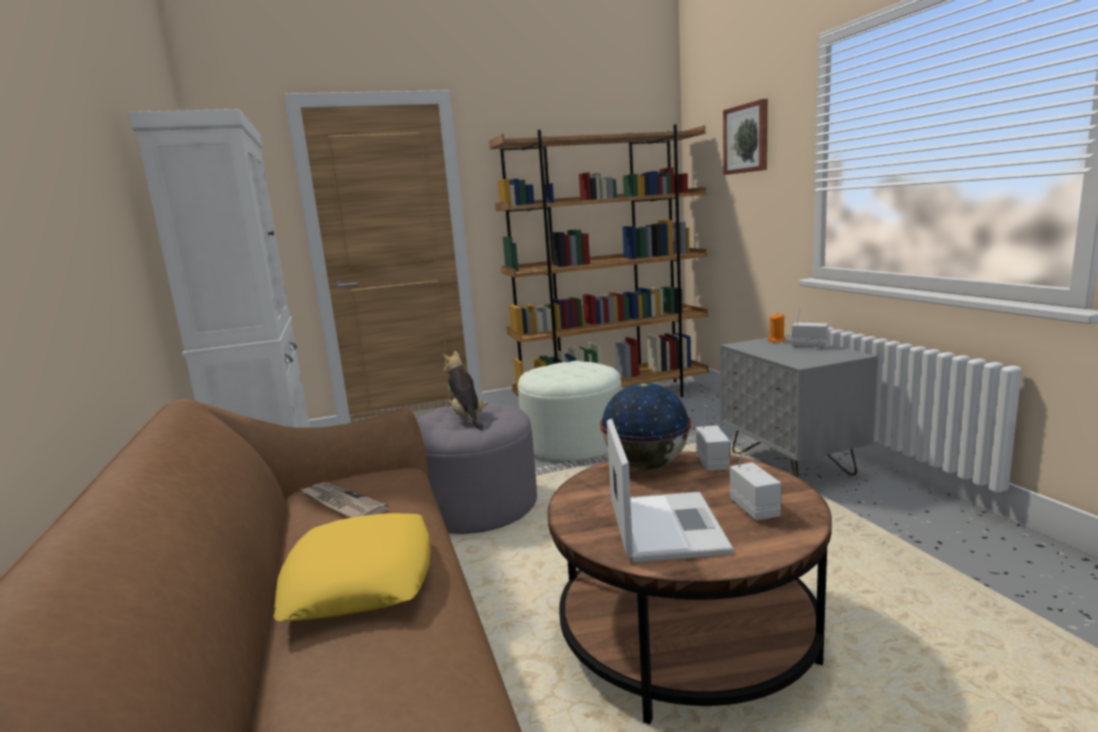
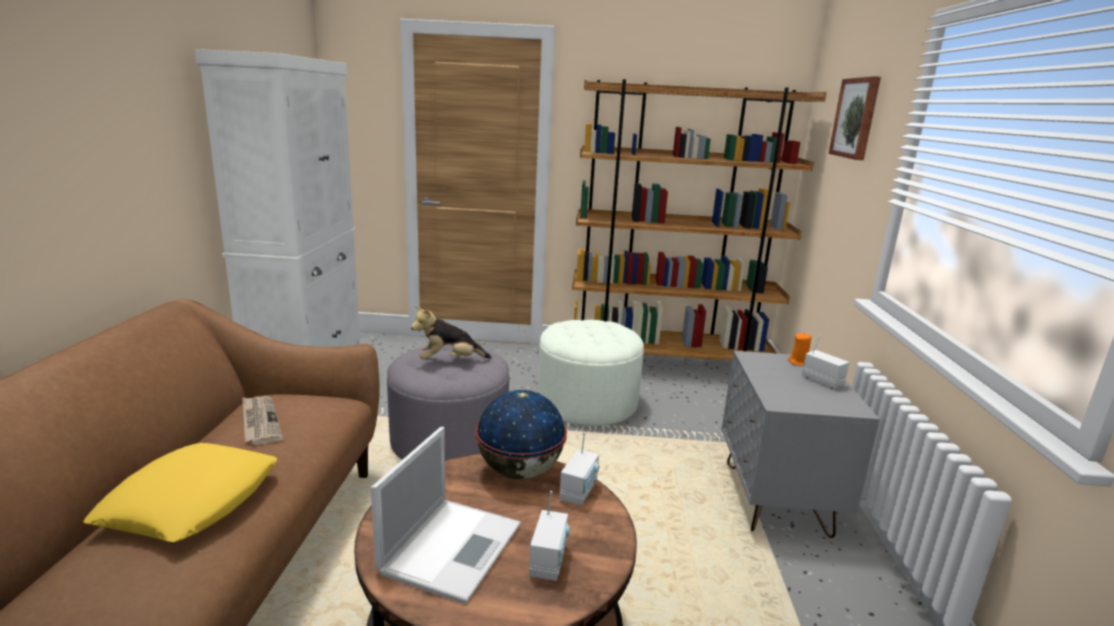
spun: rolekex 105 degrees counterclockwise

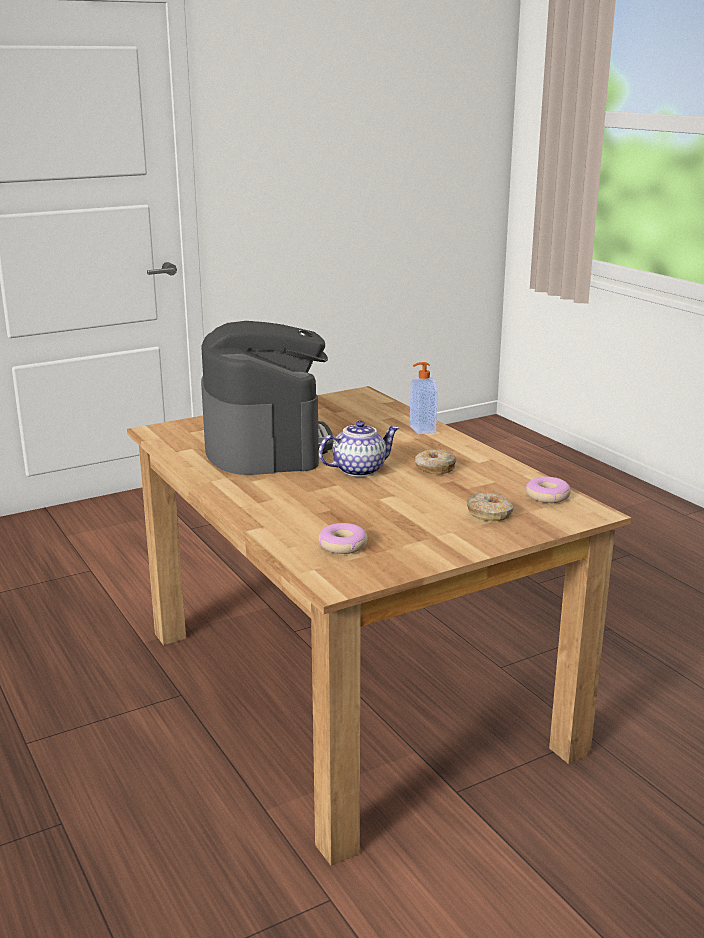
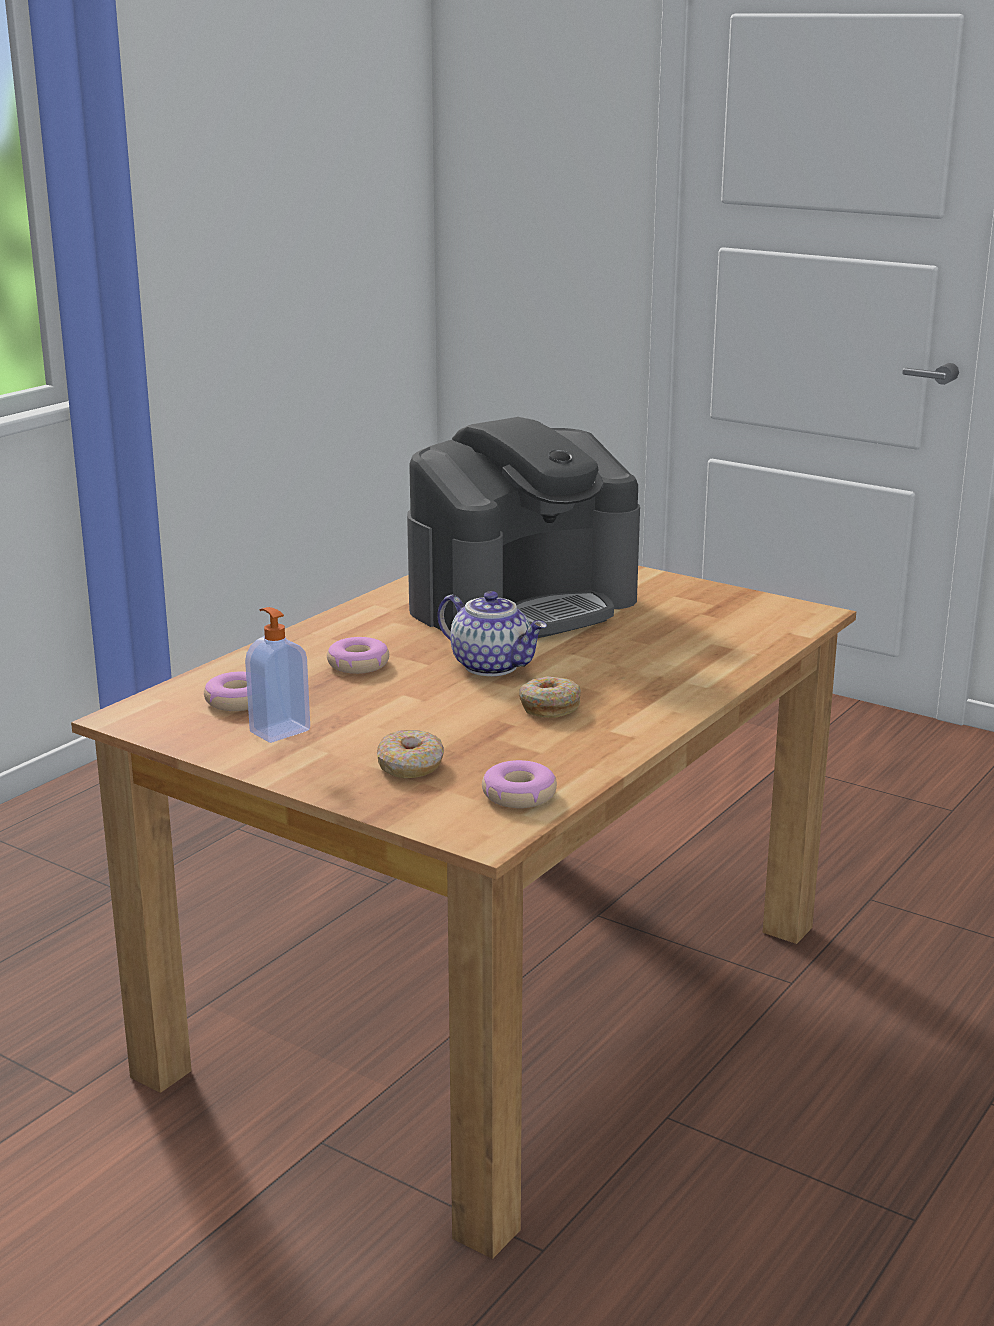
appeared: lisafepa (no. 2 from left)
relocated: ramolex

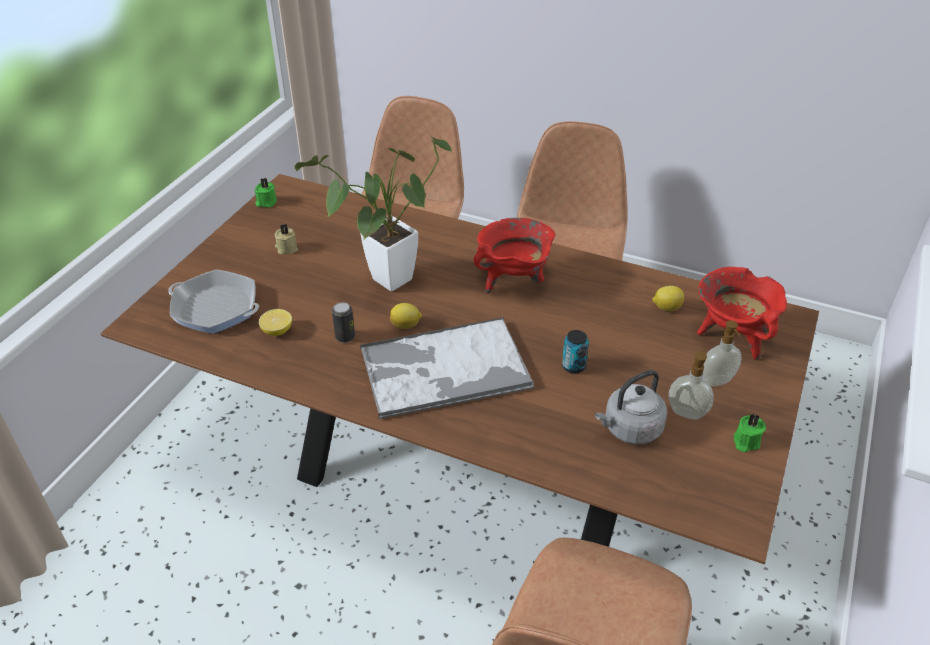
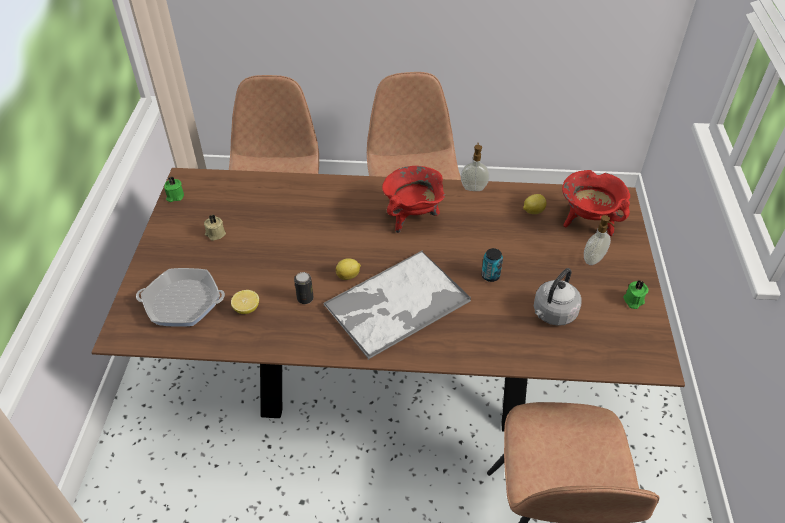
missing: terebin
relocated: ramolex (no. 1 from left)

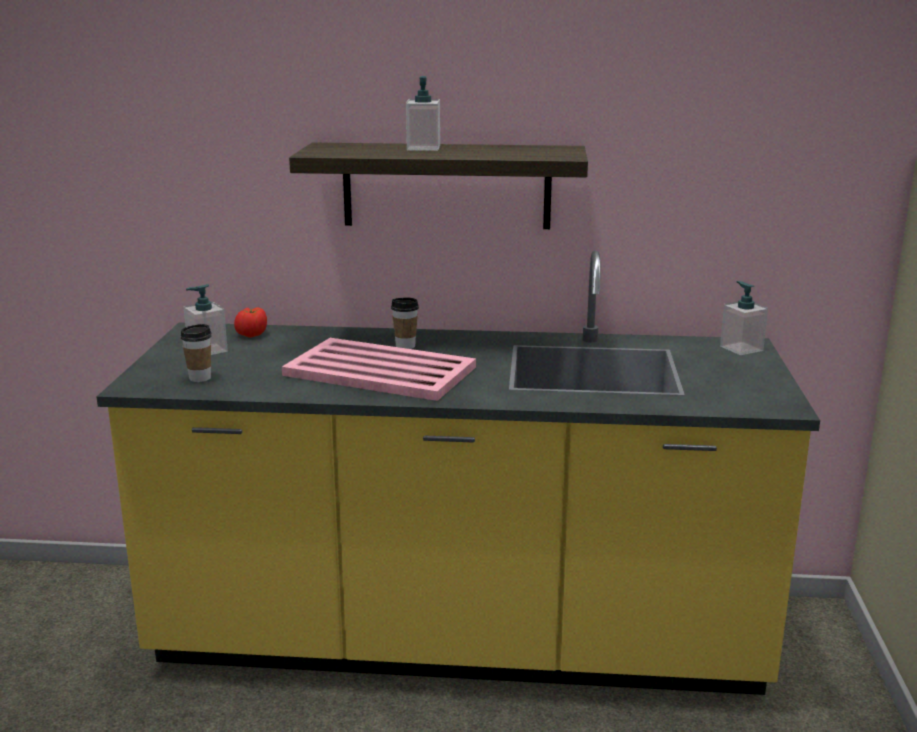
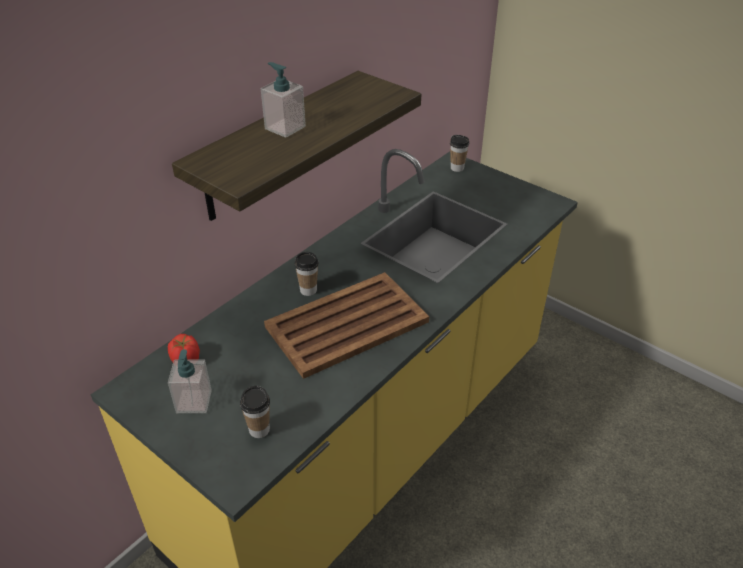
exchanged: ramolex (no. 3 from left) to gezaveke (no. 3 from left)
colour: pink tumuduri to brown tumuduri

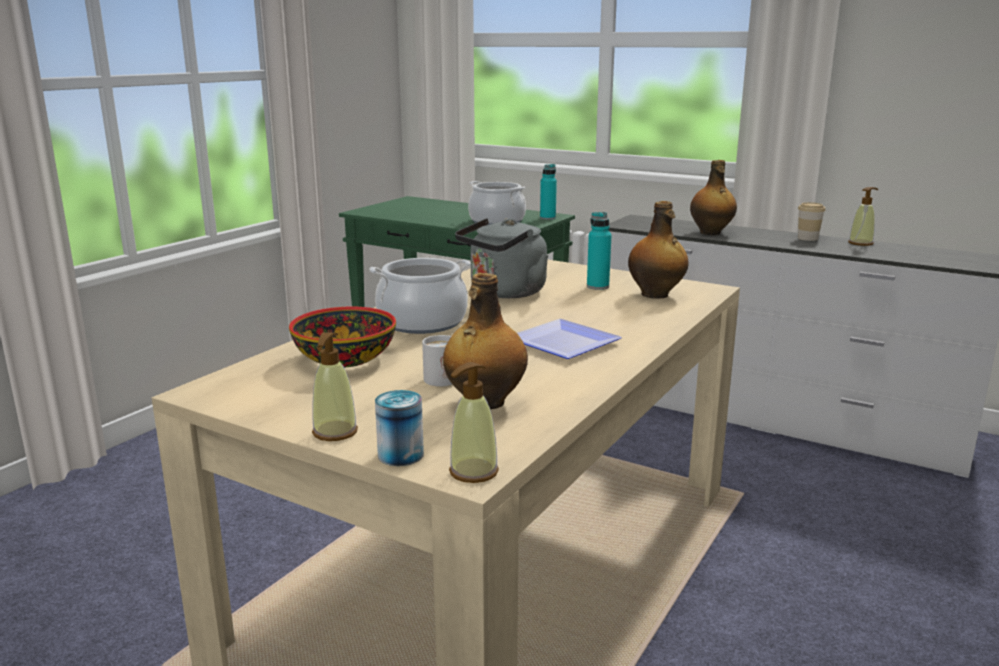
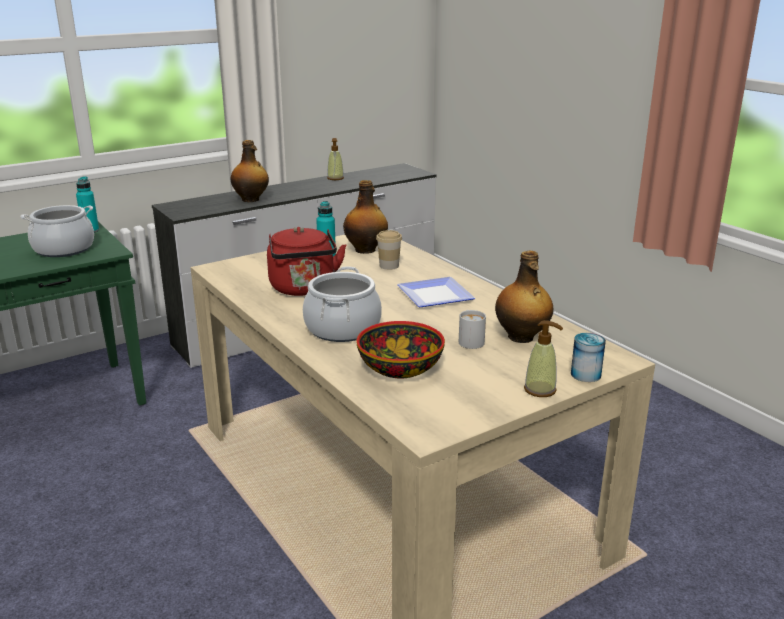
missing: ramolex (no. 2 from left)
relocated: gezaveke
colour: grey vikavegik to red vikavegik

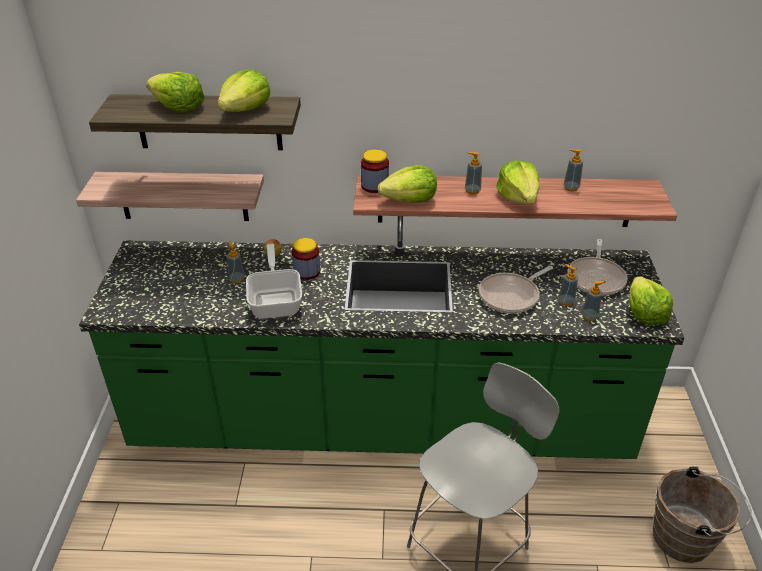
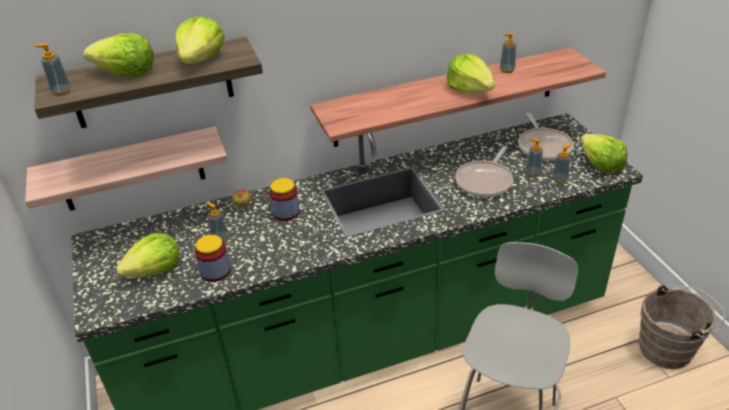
missing: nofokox (no. 1 from left)
relocated: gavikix (no. 2 from left in the first image) to gavikix (no. 1 from left); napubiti (no. 3 from left in the first image) to napubiti (no. 2 from left); ramolex (no. 2 from left in the first image) to ramolex (no. 1 from left)

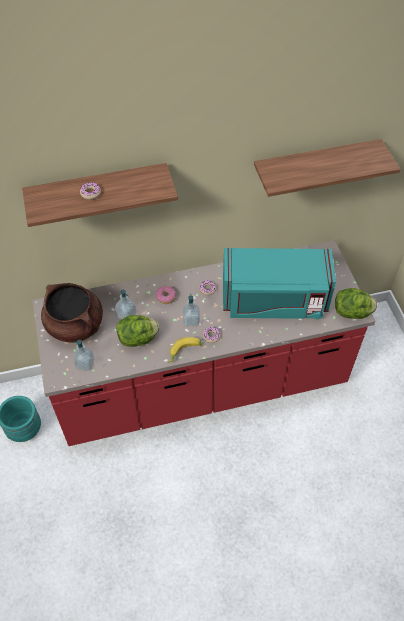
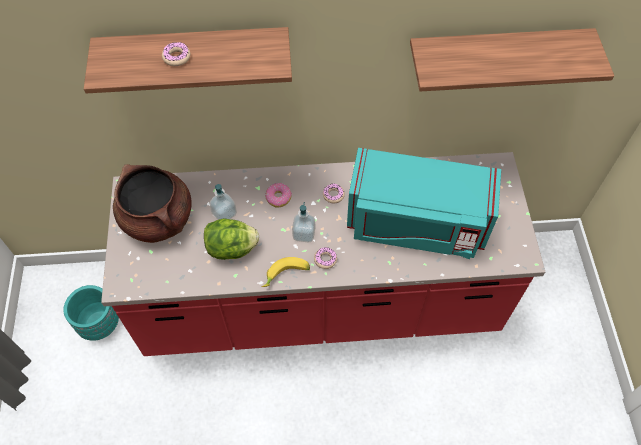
missing: ramolex (no. 1 from left); napubiti (no. 2 from left)

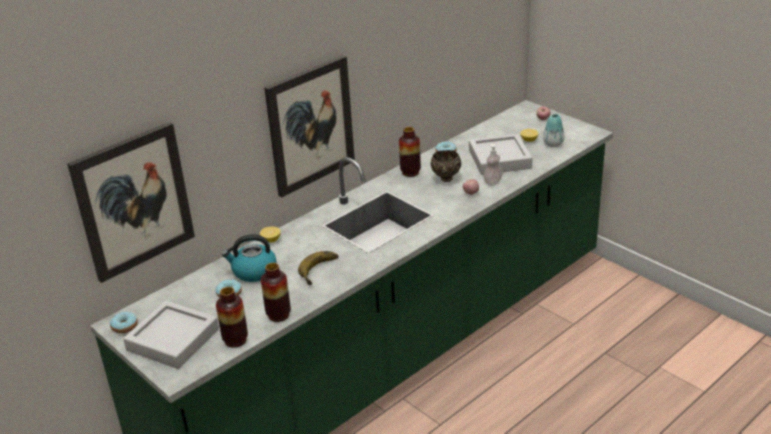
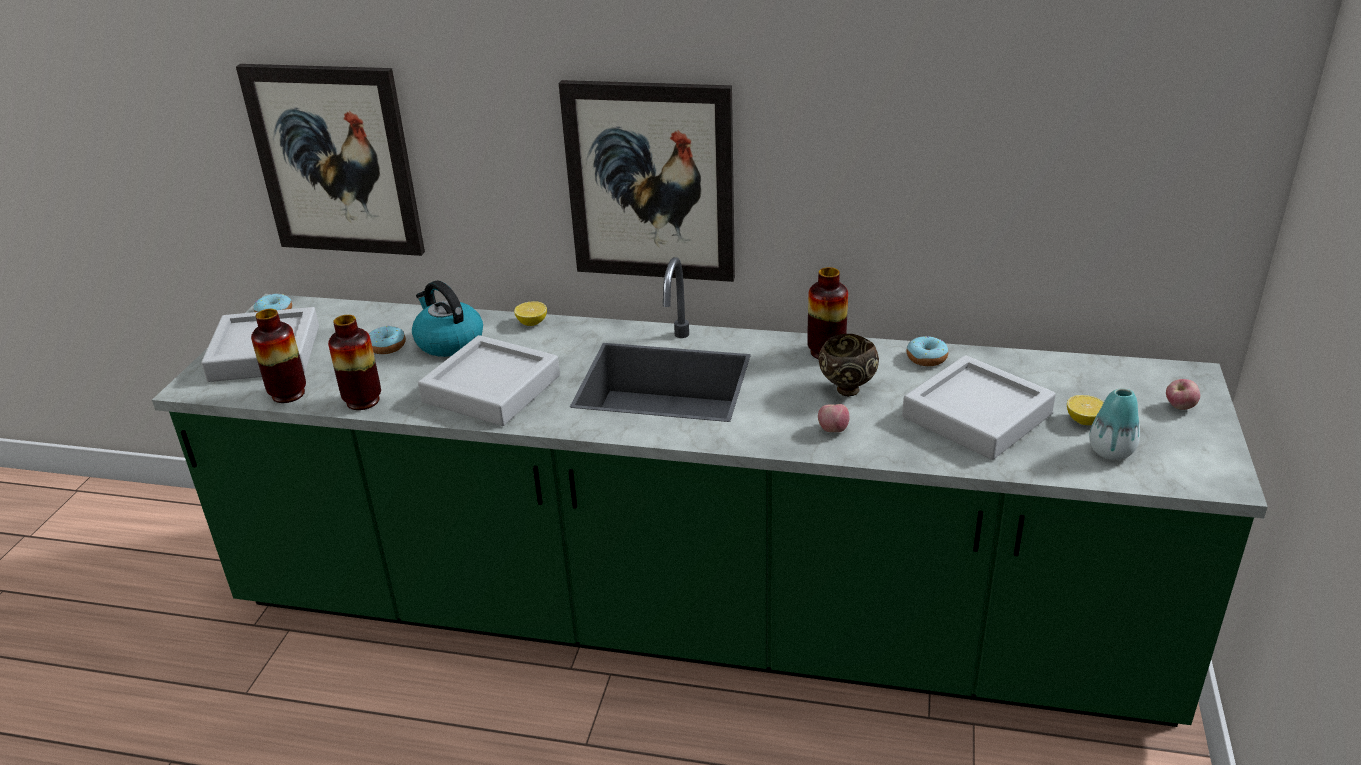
missing: ramolex
exchanged: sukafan to grey tumuduri (no. 2 from left)

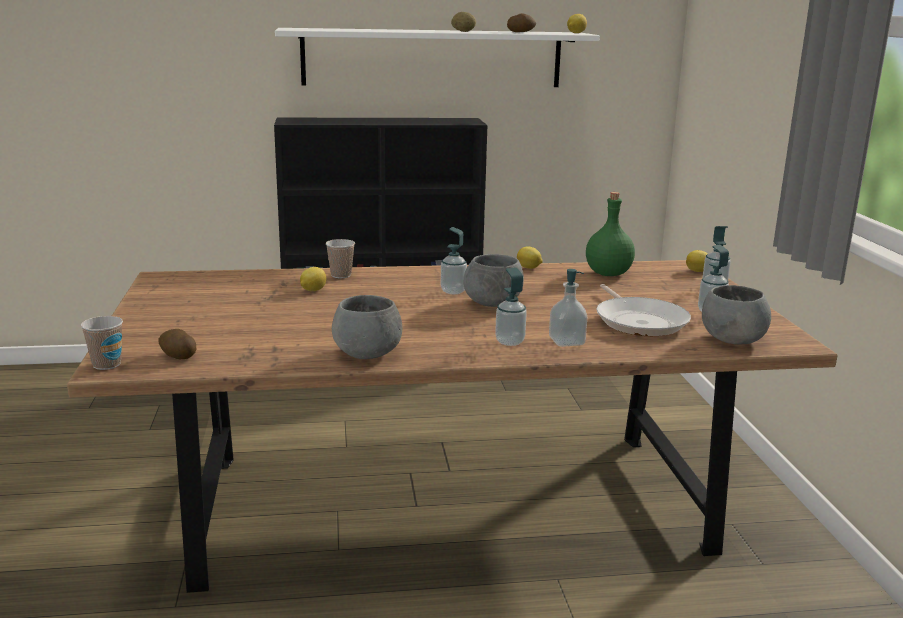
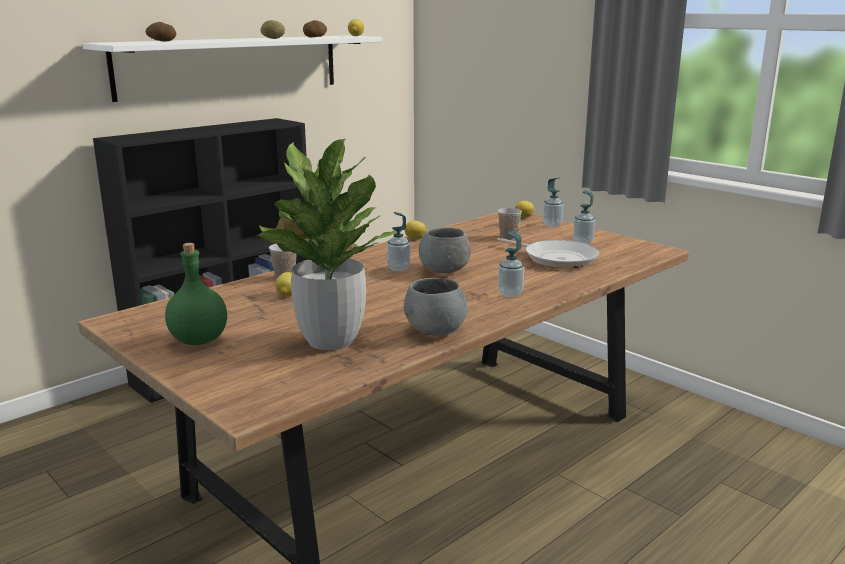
missing: ramolex (no. 3 from left); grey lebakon (no. 3 from left)
appeared: terebin
relocated: gezaveke (no. 1 from left in the first image) to gezaveke (no. 2 from left); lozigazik (no. 1 from left); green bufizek

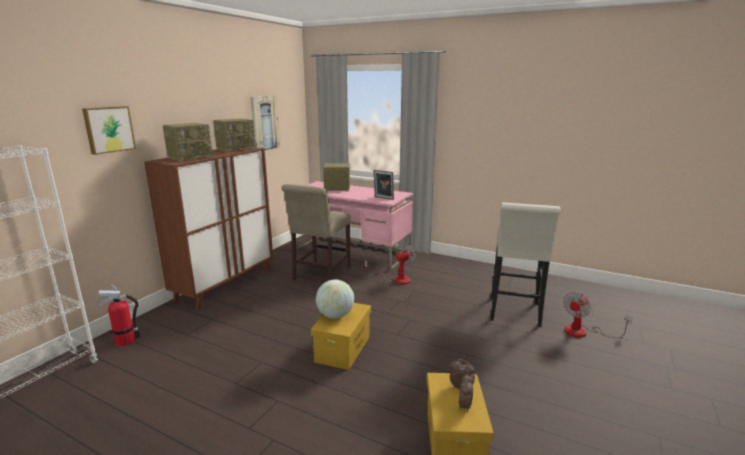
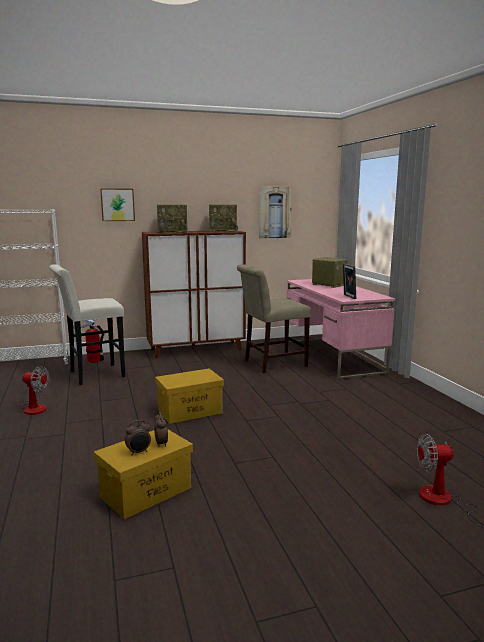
missing: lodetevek
relocated: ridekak (no. 1 from left); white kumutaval

